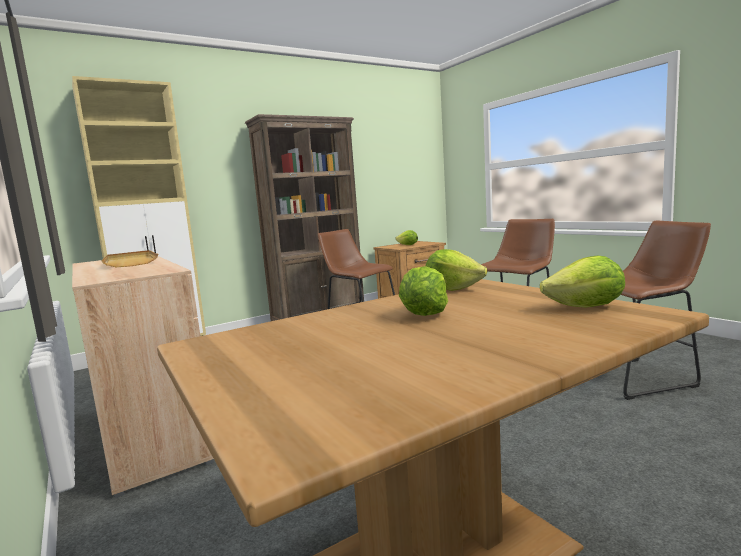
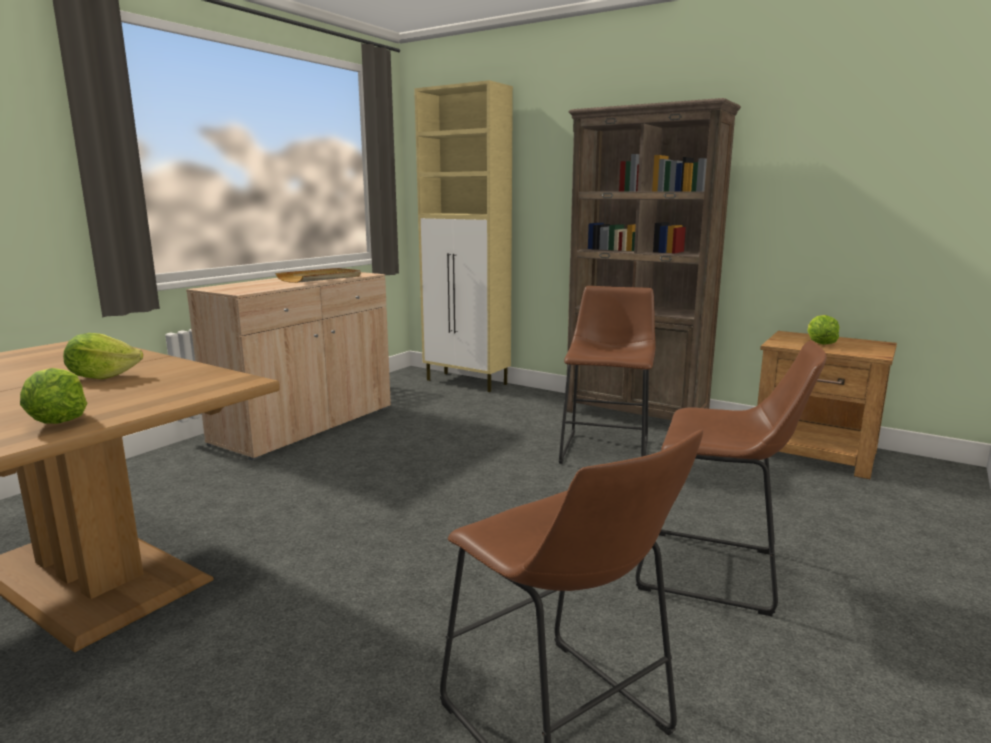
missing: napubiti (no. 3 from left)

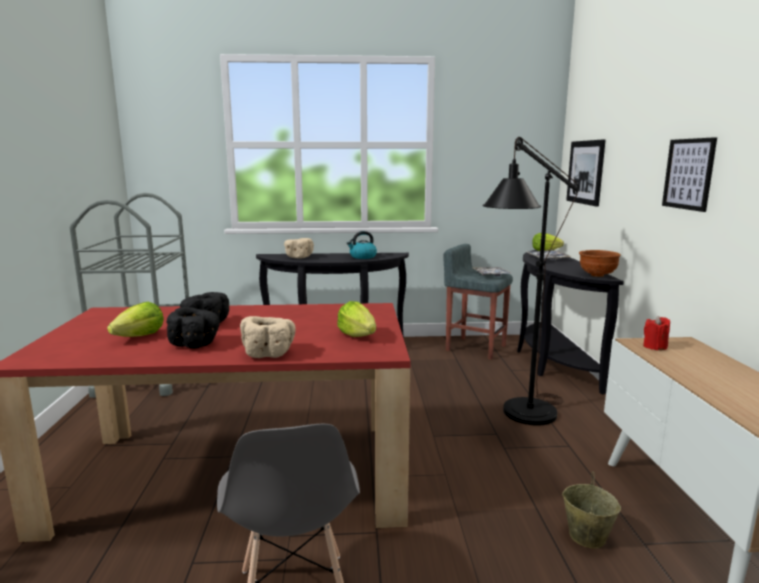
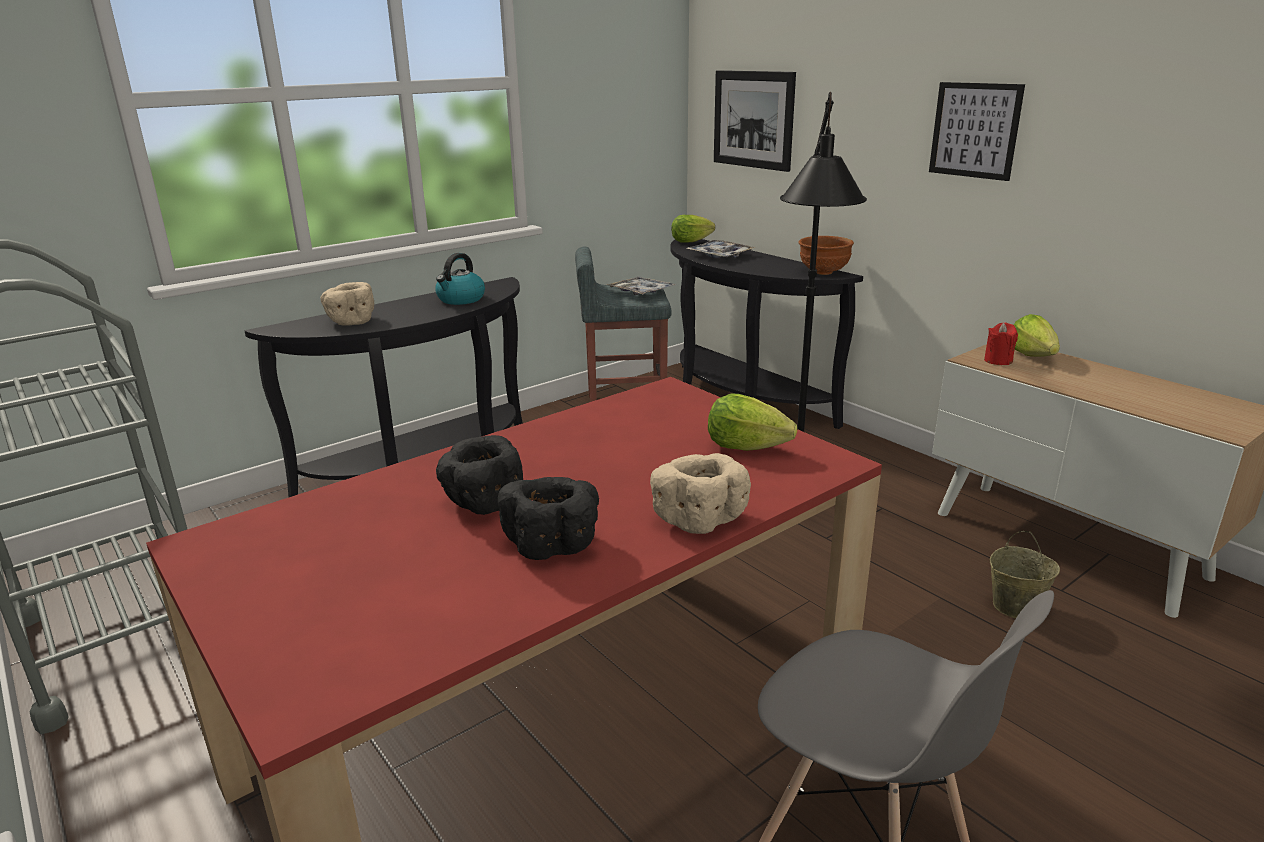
relocated: napubiti (no. 1 from left in the first image) to napubiti (no. 3 from left)

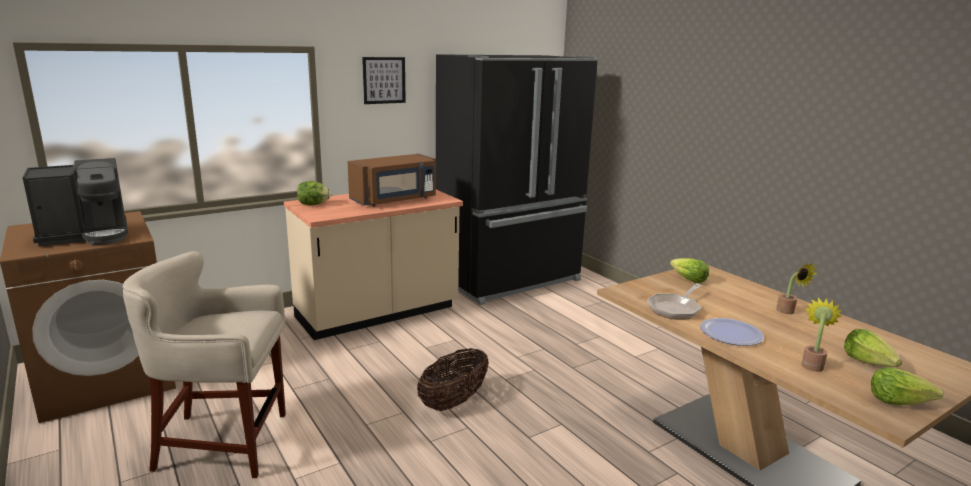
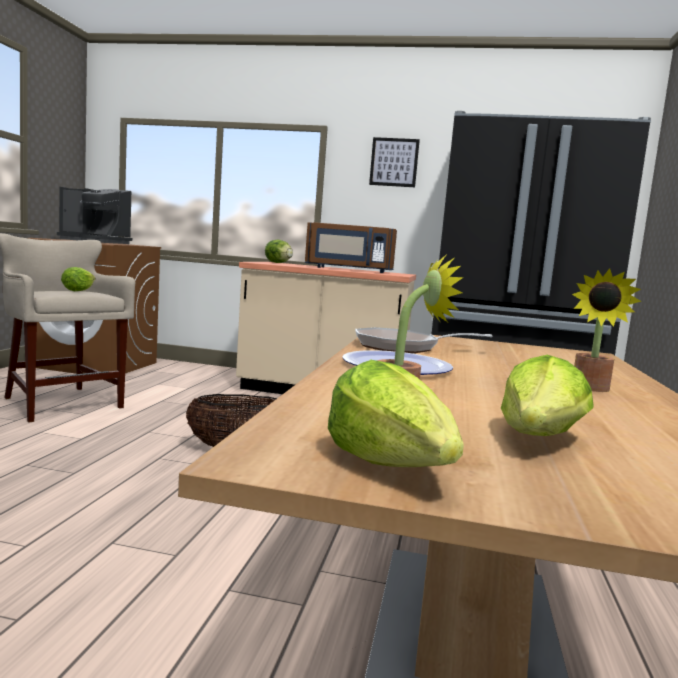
relocated: napubiti (no. 2 from left in the first image) to napubiti (no. 1 from left)

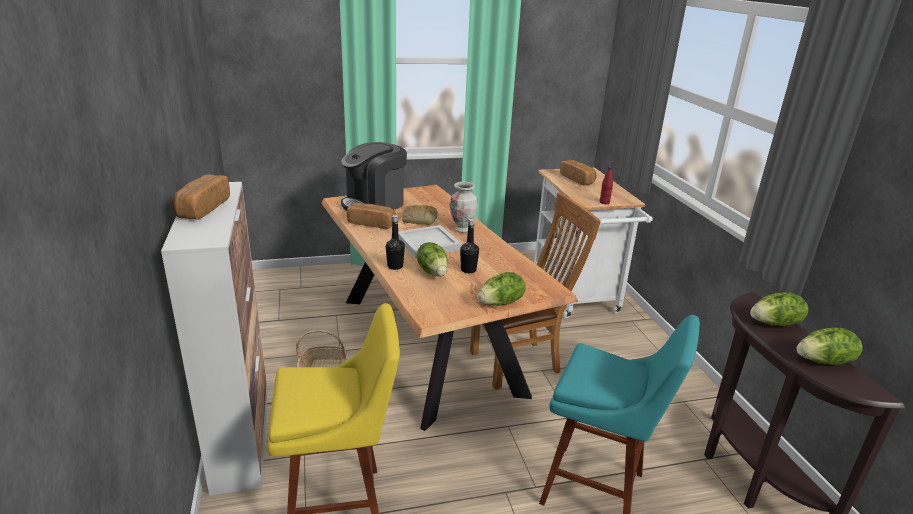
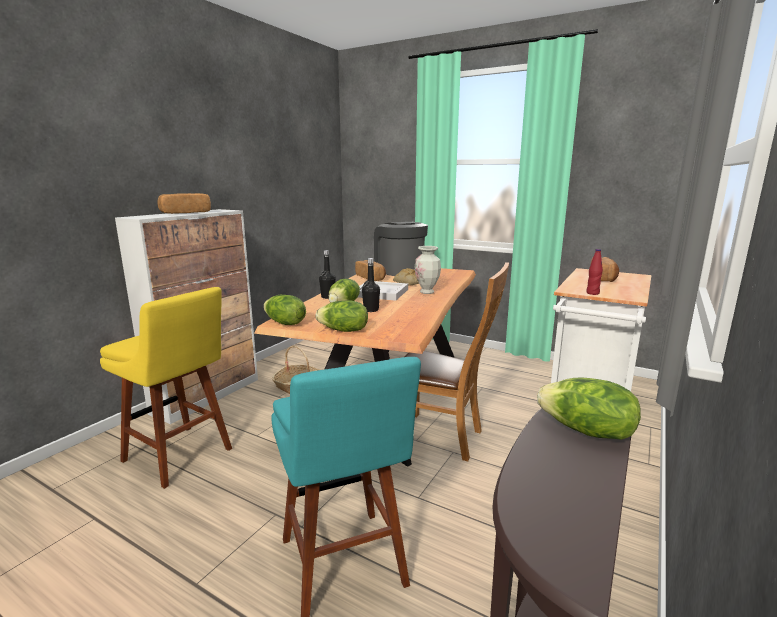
relocated: napubiti (no. 4 from left in the first image) to napubiti (no. 1 from left)
spun: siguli 60 degrees clockwise

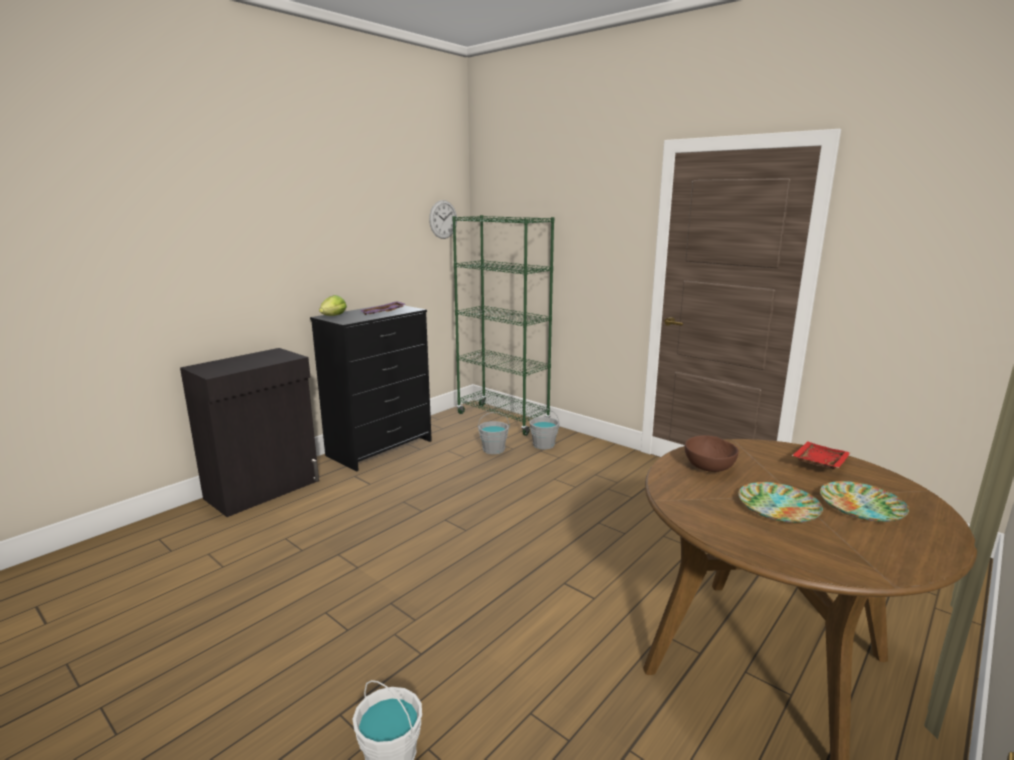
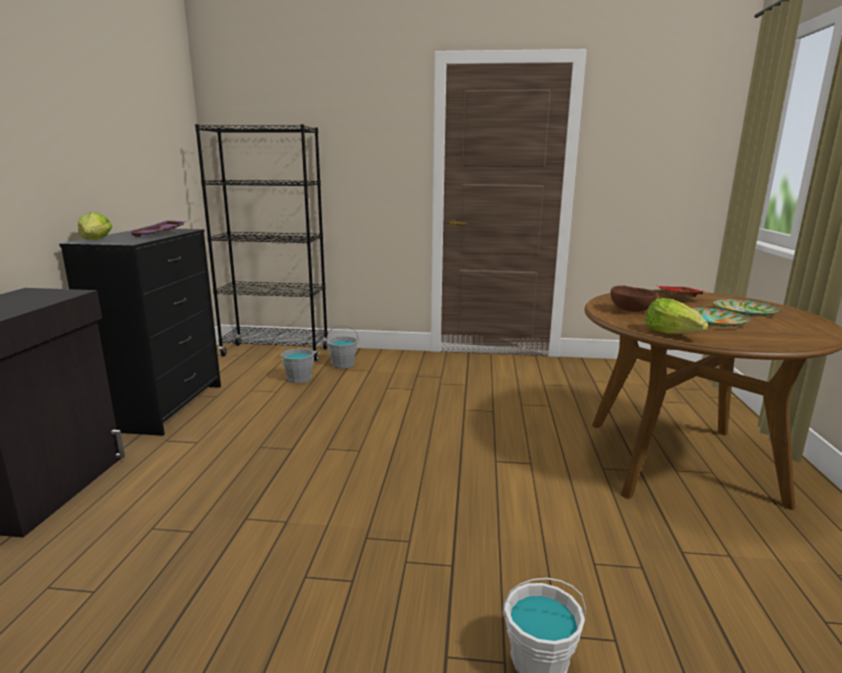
missing: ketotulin
appeared: napubiti (no. 2 from left)
colour: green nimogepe to black nimogepe

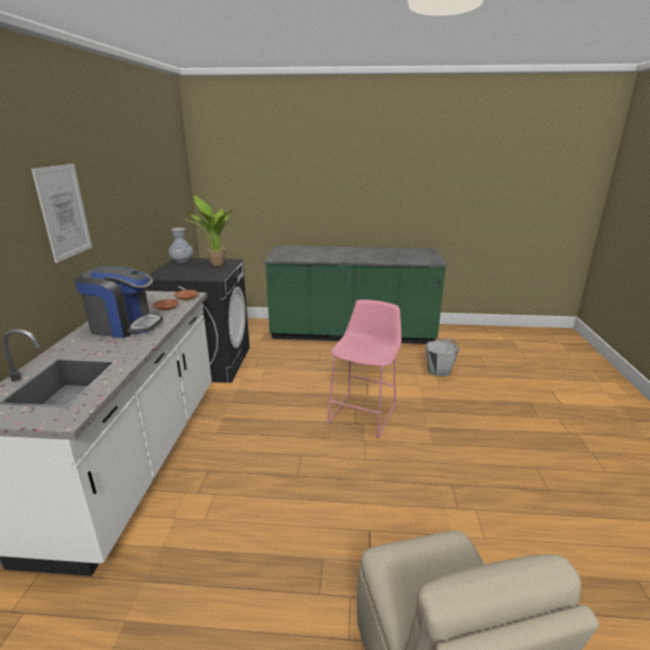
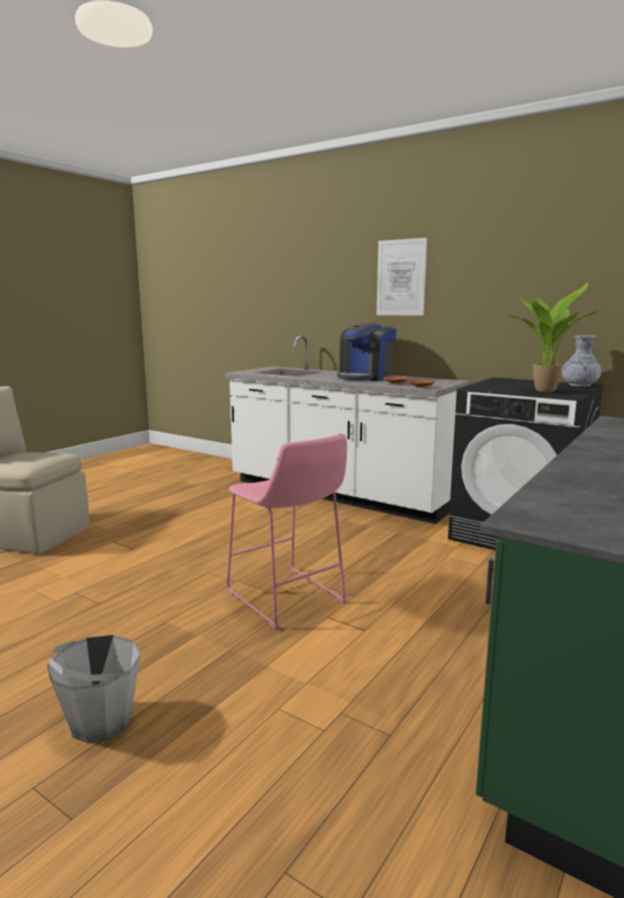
relocated: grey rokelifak

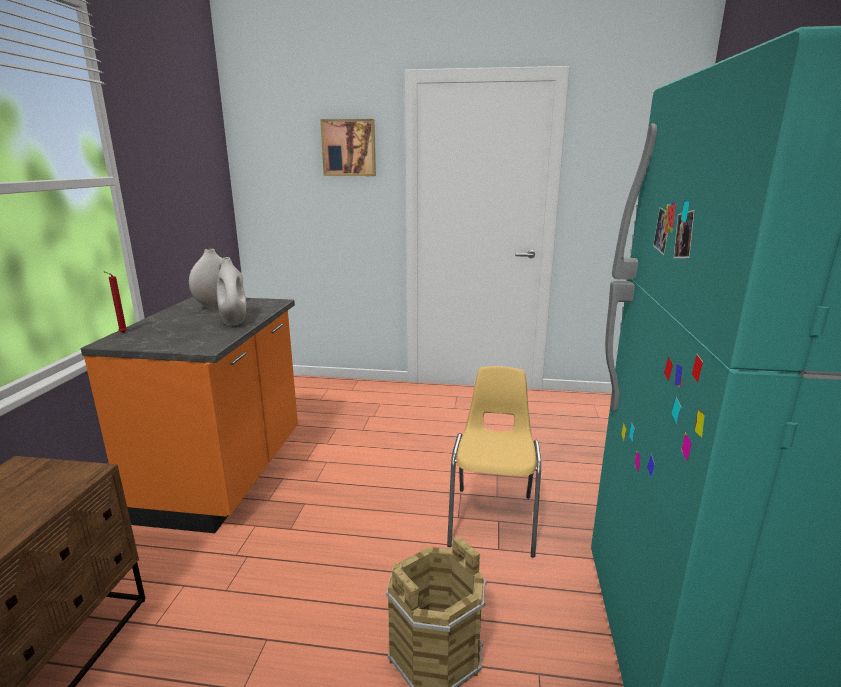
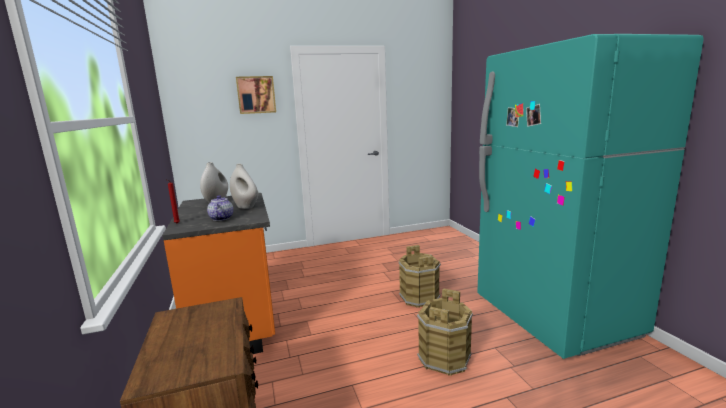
appeared: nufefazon
exchanged: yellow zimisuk to brown rokelifak (no. 1 from left)

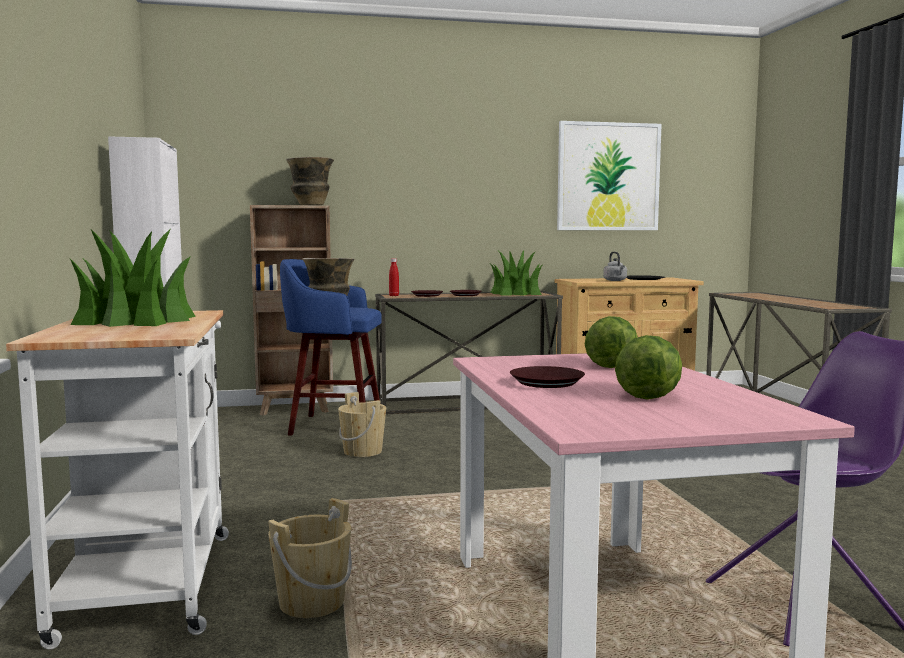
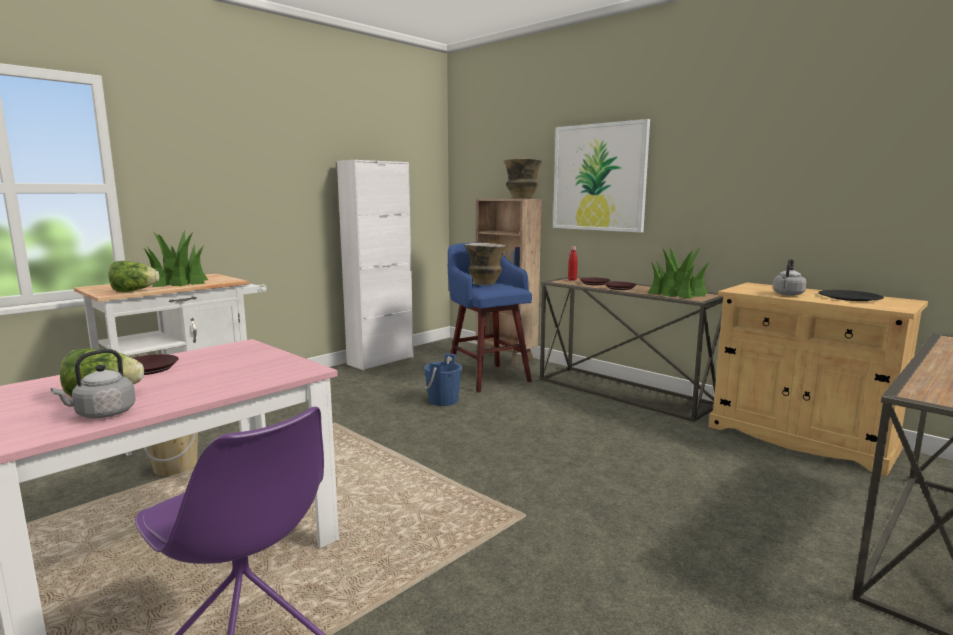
appeared: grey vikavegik (no. 1 from left)
relocated: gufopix; napubiti (no. 1 from left in the first image) to napubiti (no. 2 from left)
colour: beige rokelifak (no. 2 from left) to blue rokelifak

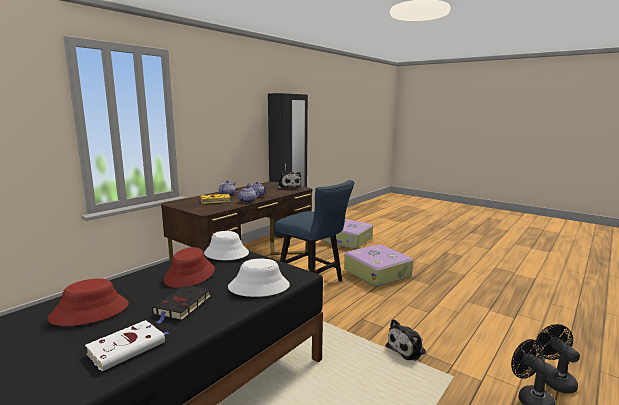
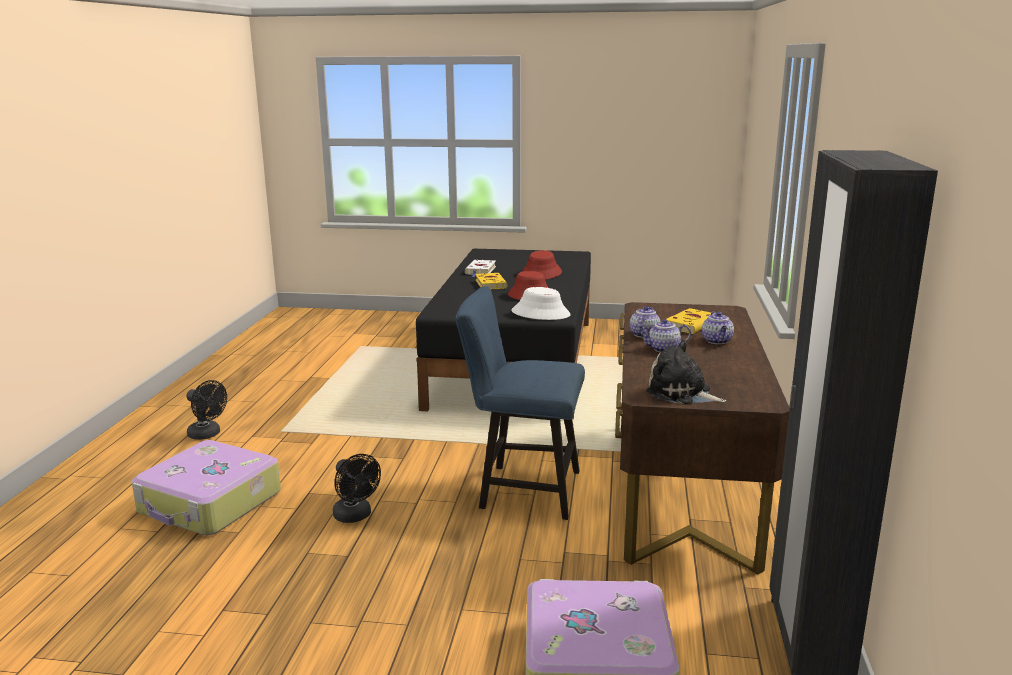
missing: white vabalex (no. 2 from left); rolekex (no. 2 from left)
relocated: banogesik (no. 2 from left in the first image) to banogesik (no. 1 from left); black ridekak (no. 2 from left)
colour: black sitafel to yellow sitafel (no. 1 from left)

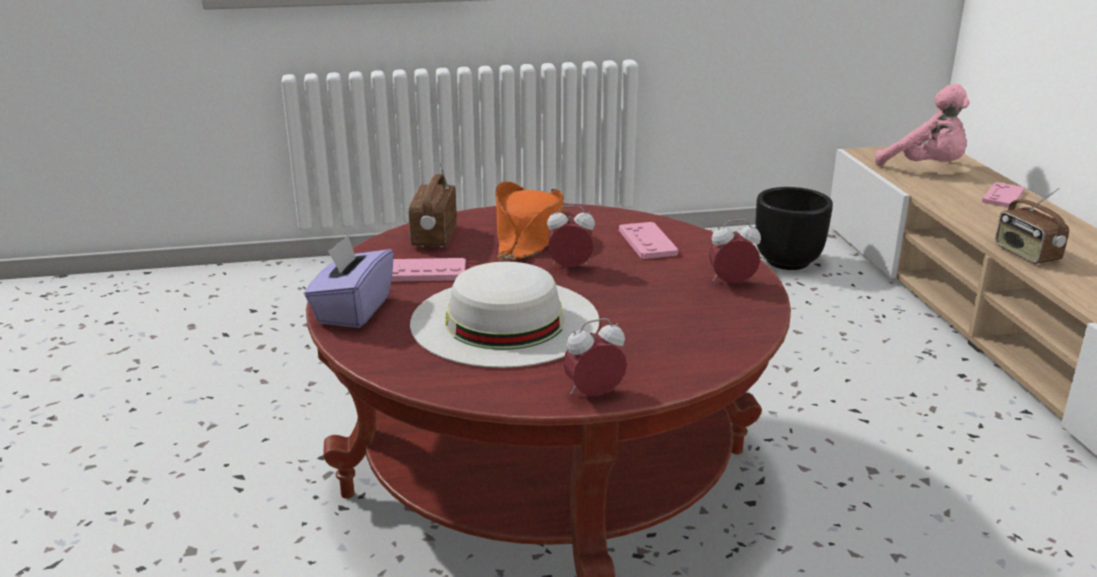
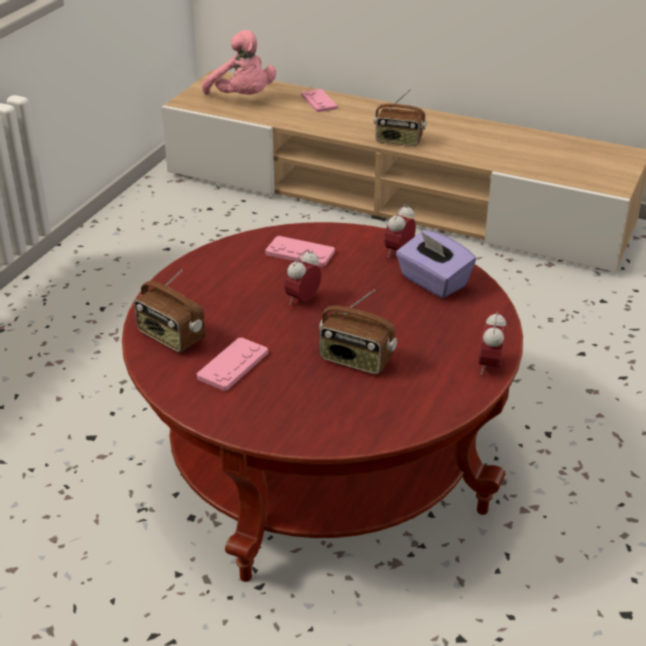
missing: orange vabalex; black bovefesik
relocated: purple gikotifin
exchanged: white vabalex to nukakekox (no. 2 from left)
spun: pink rolekex 60 degrees clockwise

